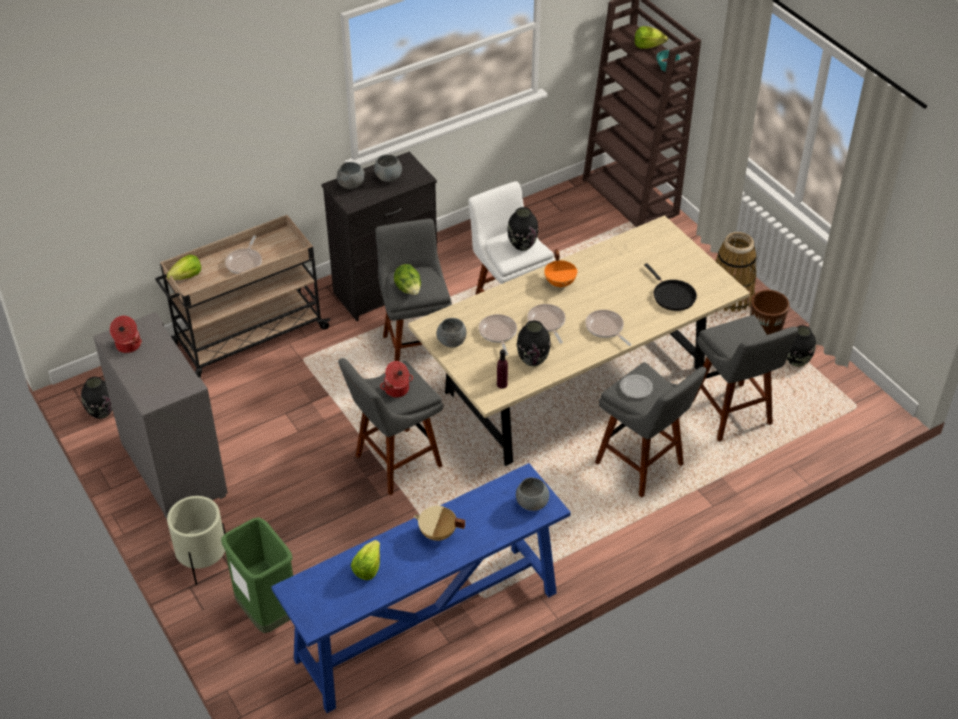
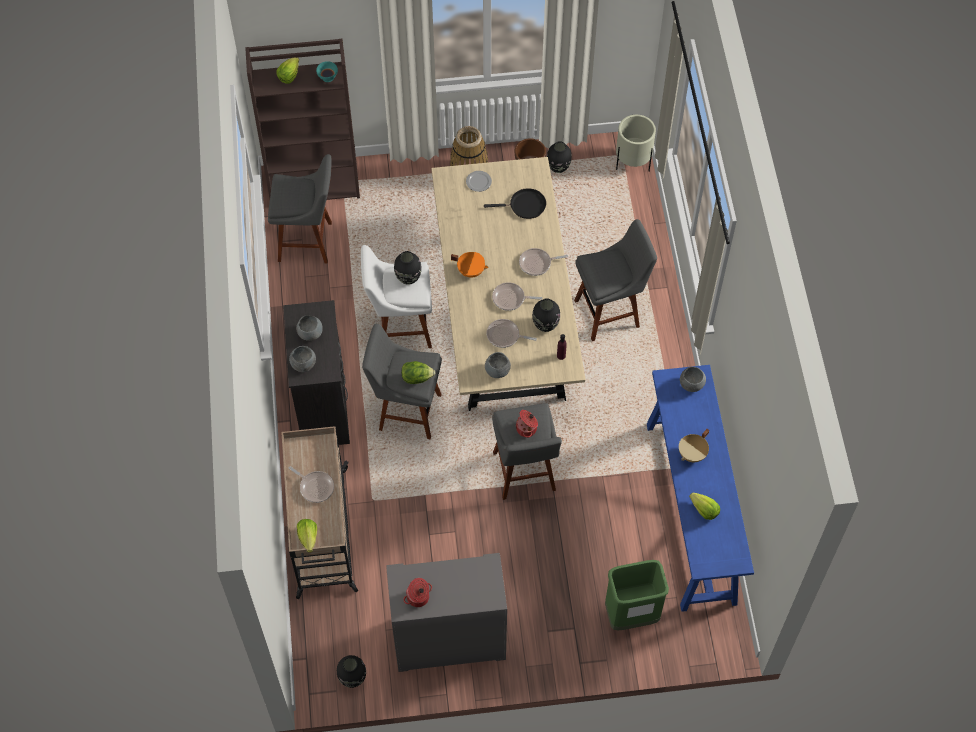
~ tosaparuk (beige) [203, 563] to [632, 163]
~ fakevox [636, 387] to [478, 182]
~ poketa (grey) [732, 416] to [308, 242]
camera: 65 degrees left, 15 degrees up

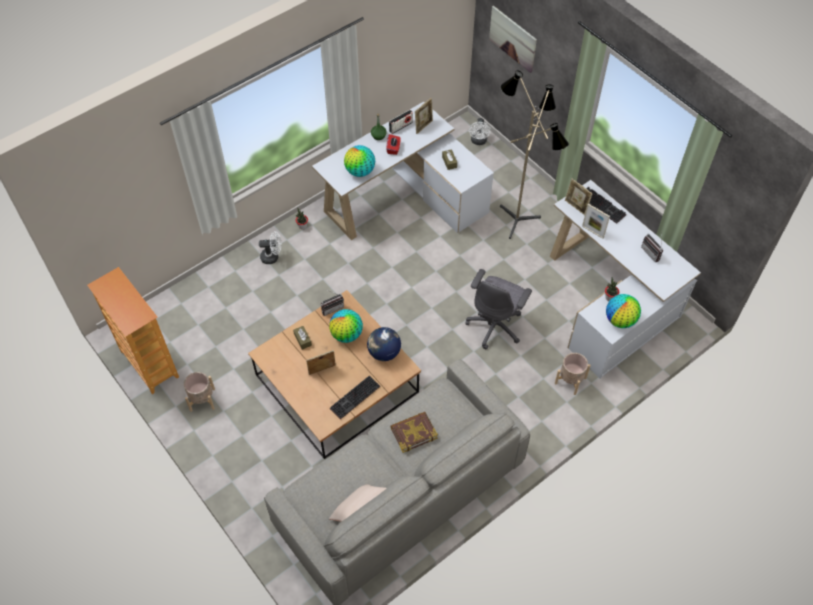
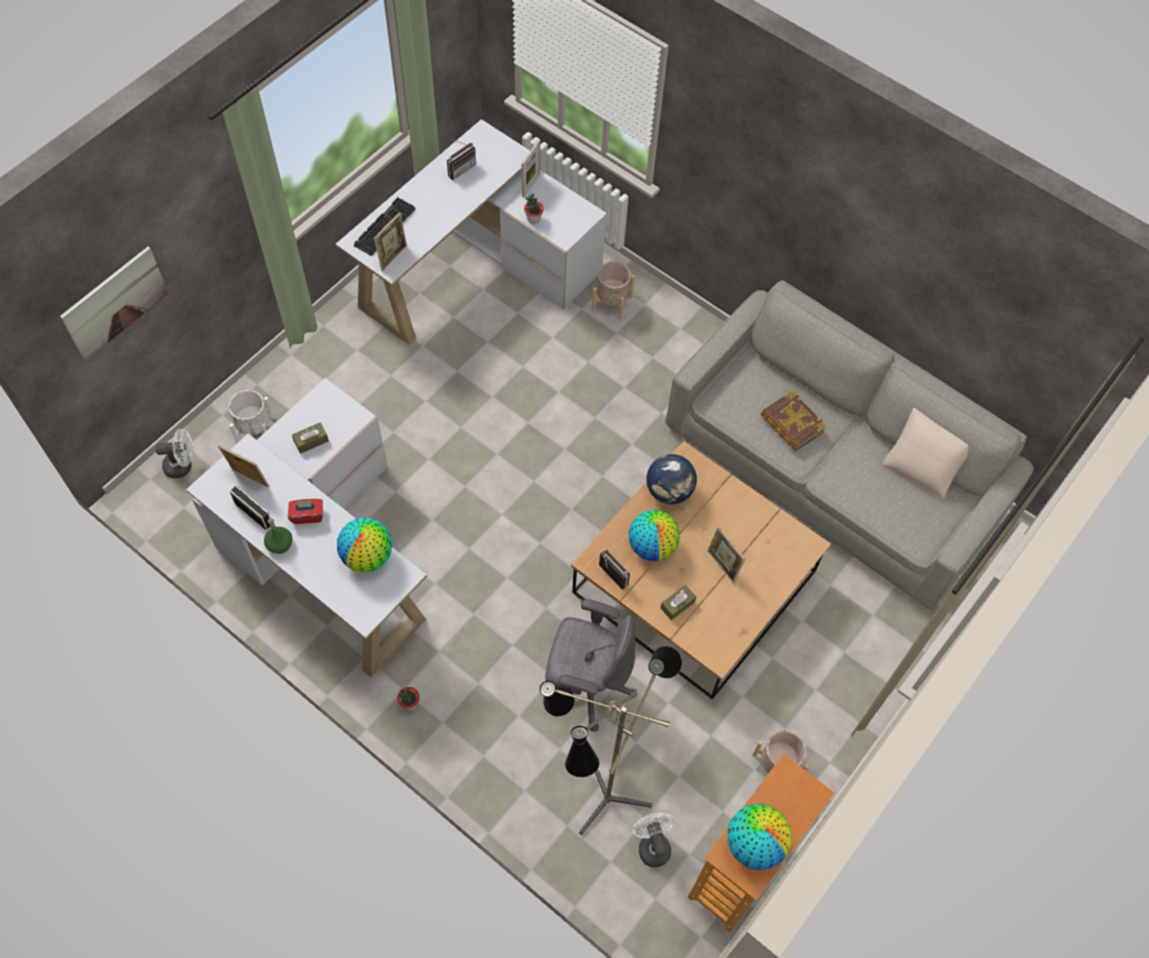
- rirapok [355, 399]
+ tosaparuk (white) [256, 430]
~ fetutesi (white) [272, 257] to [652, 845]
~ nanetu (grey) [495, 325] to [587, 684]
~ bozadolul [520, 217] to [599, 794]
~ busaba [592, 232] to [531, 185]
~ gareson [620, 320] to [754, 843]
camera: 105 degrees left, 5 degrees up

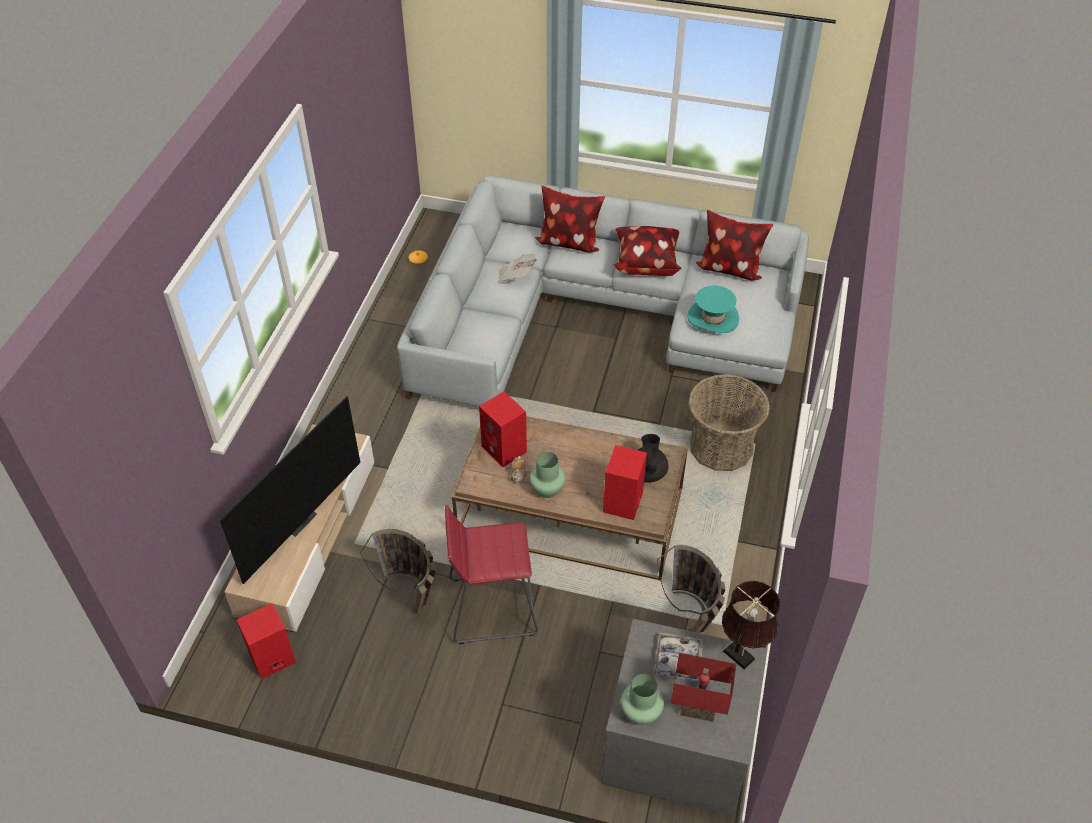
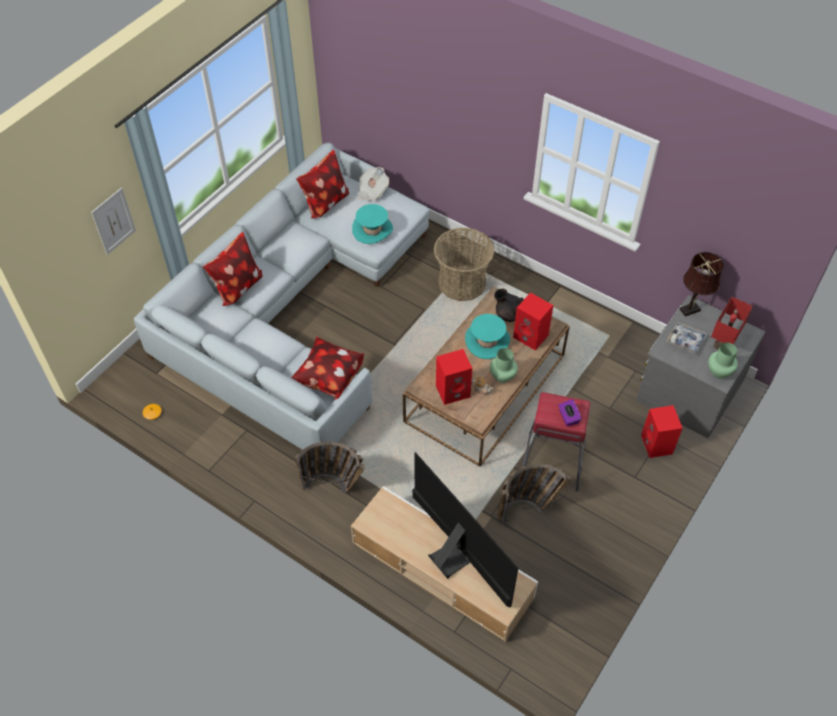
+ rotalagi [113, 221]
+ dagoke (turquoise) [487, 341]
+ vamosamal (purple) [568, 417]
~ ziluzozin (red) [272, 659] to [657, 445]
~ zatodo [516, 276] to [372, 191]
~ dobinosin [645, 263] to [328, 378]
~ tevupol [693, 622] to [335, 486]
camera: 70 degrees left, 5 degrees up

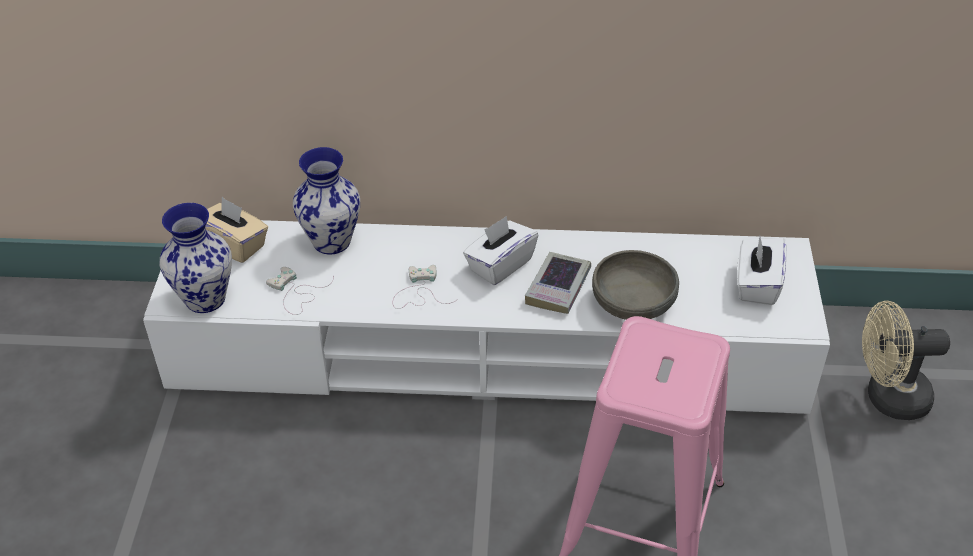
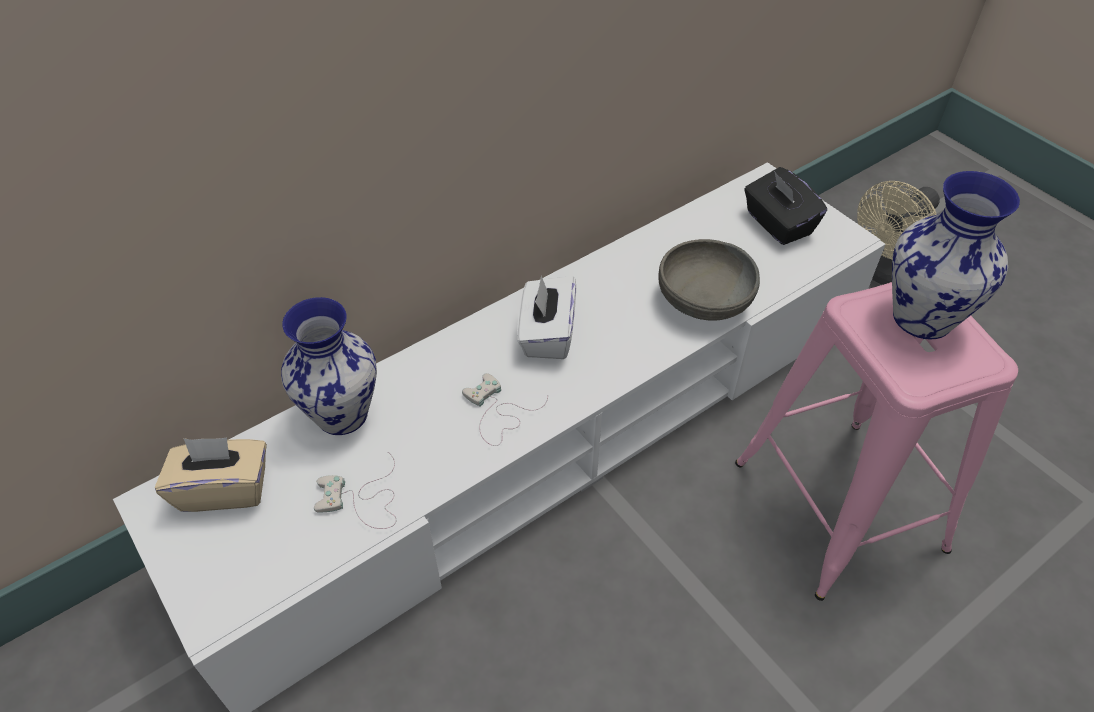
- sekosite [558, 287]
~ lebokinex [206, 299] to [923, 317]
~ vamosamal (white) [756, 285] to vamosamal (black) [777, 224]
camera: 40 degrees left, 5 degrees up

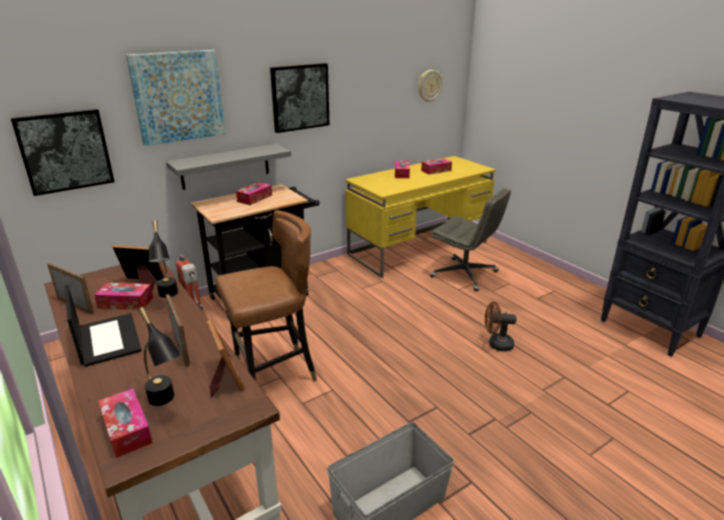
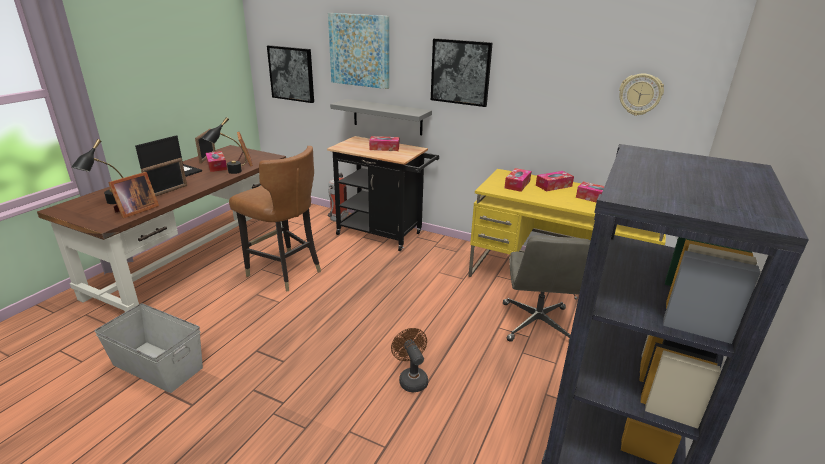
~ vamosamal [127, 429] to [517, 184]
camera: 60 degrees right, 0 degrees up

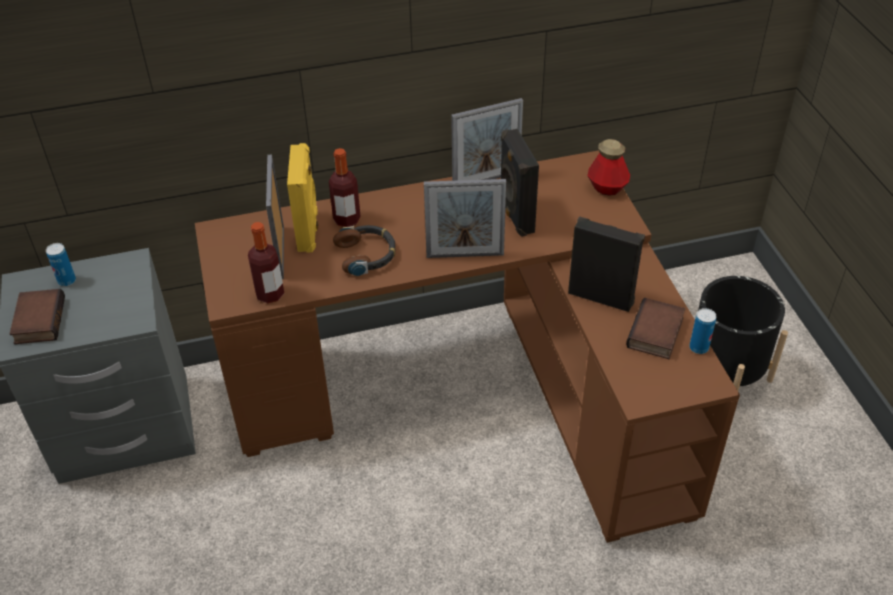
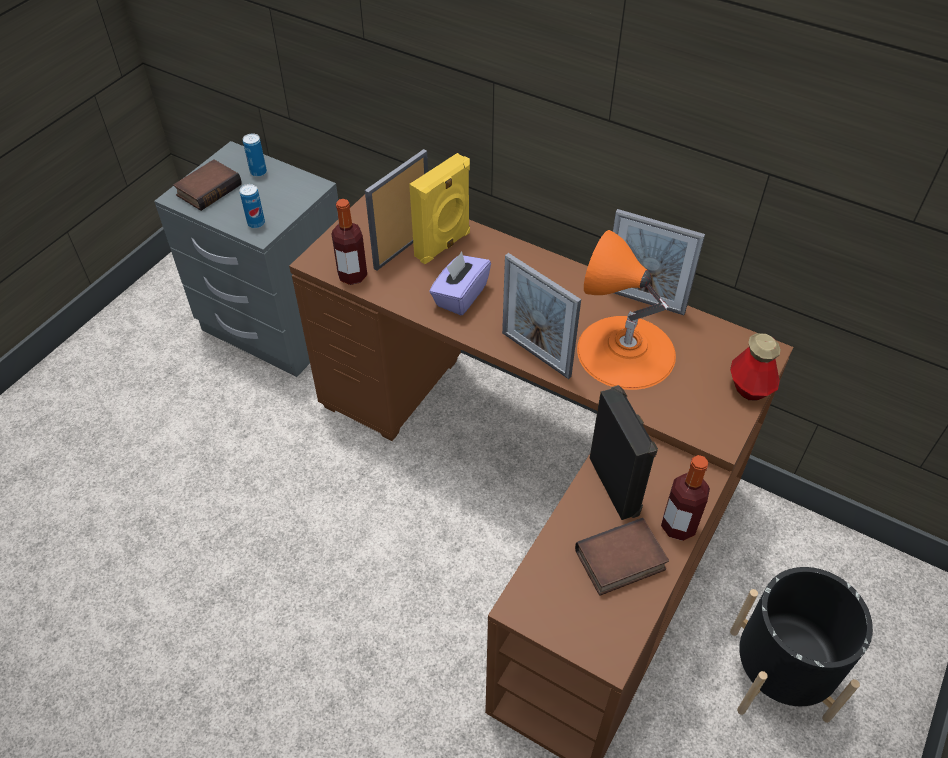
~ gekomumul [347, 219] to [678, 526]
~ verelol [698, 347] to [256, 223]
~ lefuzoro [367, 255] to vamosamal (purple) [460, 296]
~ ziluzozin (black) [515, 216] to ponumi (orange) [625, 352]
camera: 45 degrees right, 5 degrees up

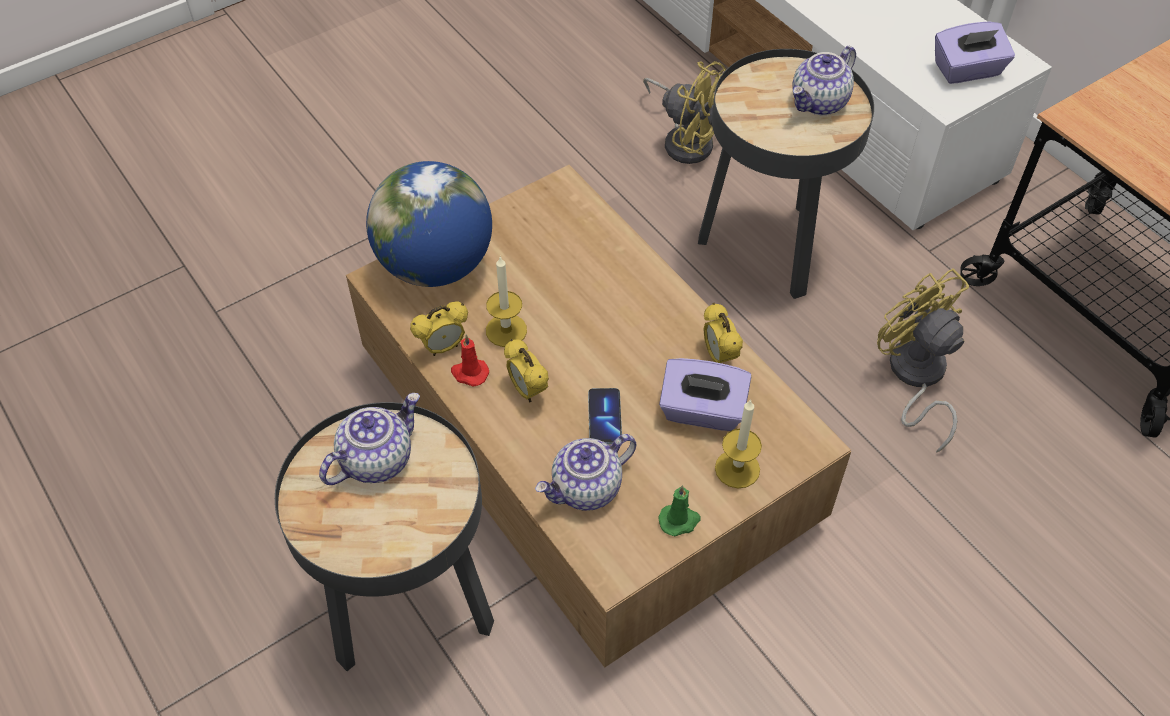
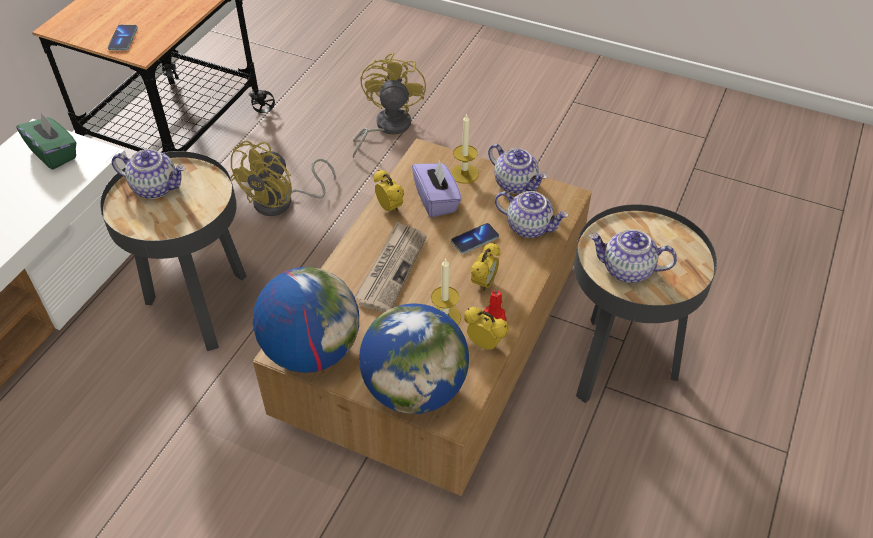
+ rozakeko [123, 39]
+ gareson [312, 350]
+ zatodo [391, 269]
~ fetutesi (yellow) [686, 139] to [386, 127]
~ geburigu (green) [679, 520] to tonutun [516, 183]
~ vamosamal (purple) [967, 70] to vamosamal (green) [54, 154]
~ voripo [719, 356] = [389, 208] 75 degrees counterclockwise
camera: 120 degrees left, 5 degrees down

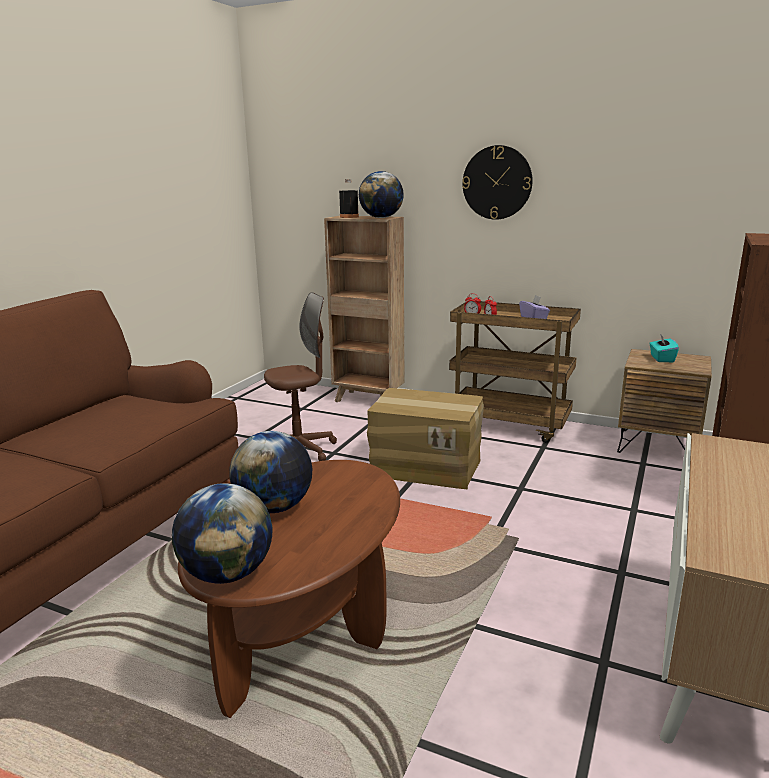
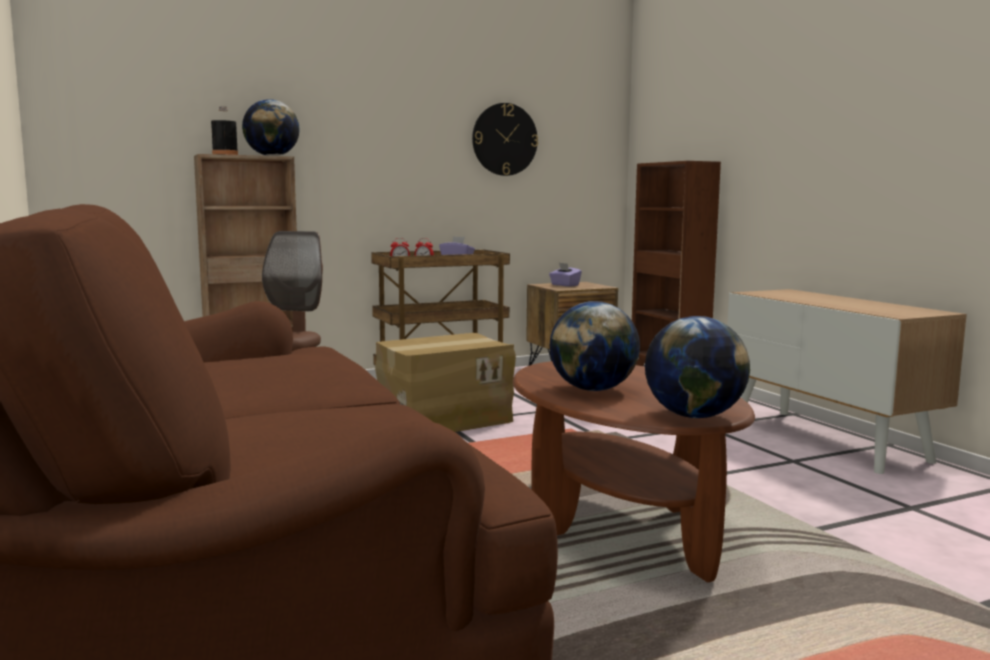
~ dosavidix [497, 182] to [504, 139]
~ vamosamal (turquoise) [661, 359] to vamosamal (purple) [564, 285]
camera: 50 degrees left, 10 degrees down

